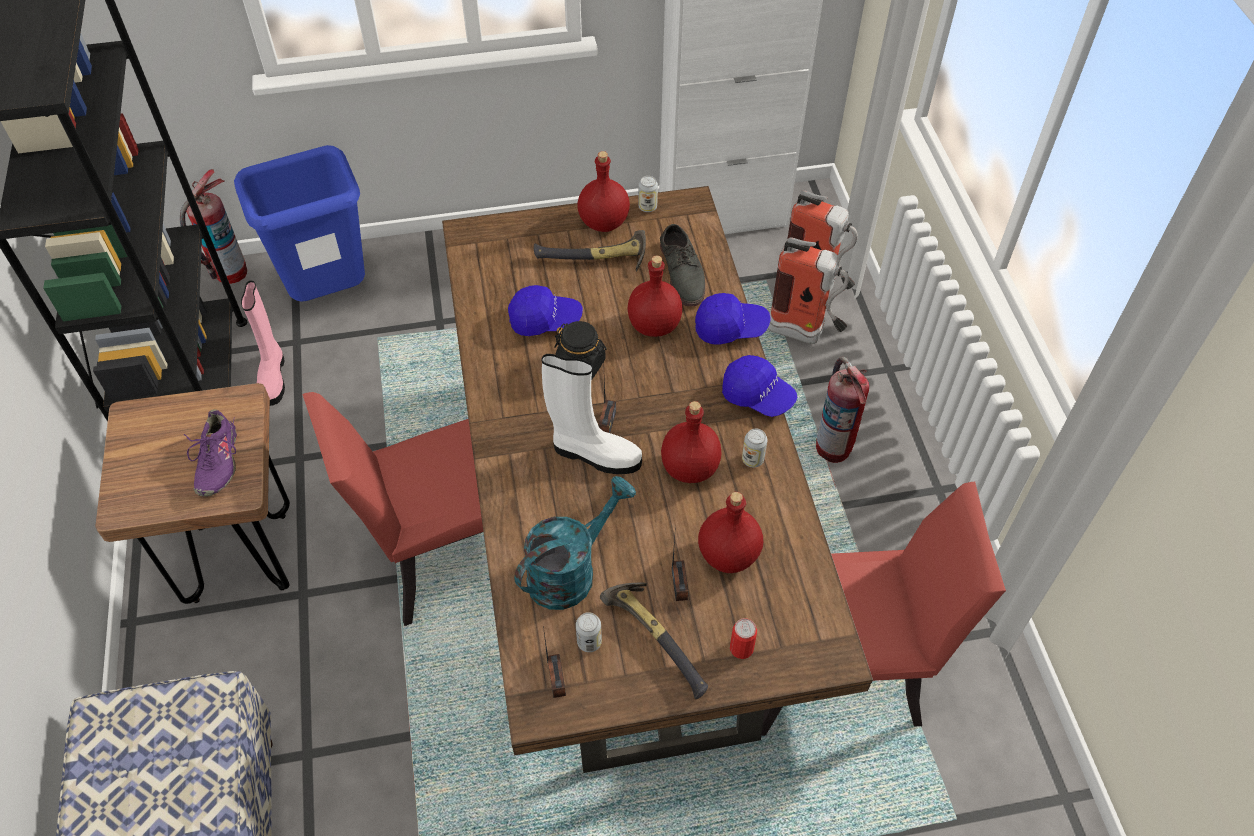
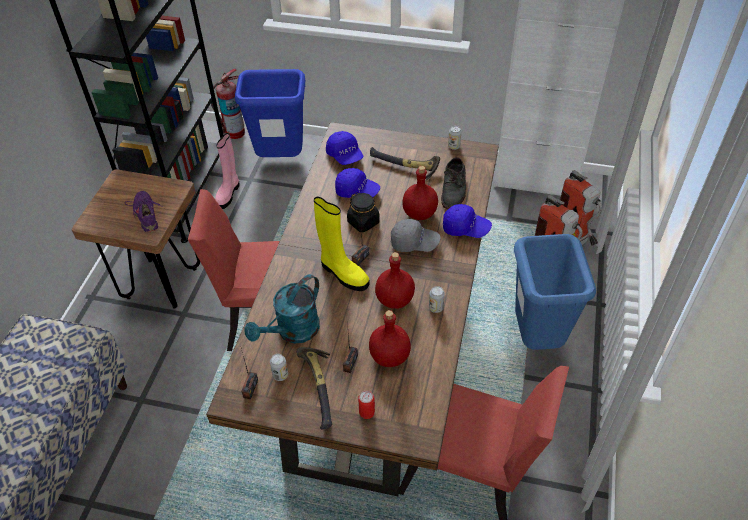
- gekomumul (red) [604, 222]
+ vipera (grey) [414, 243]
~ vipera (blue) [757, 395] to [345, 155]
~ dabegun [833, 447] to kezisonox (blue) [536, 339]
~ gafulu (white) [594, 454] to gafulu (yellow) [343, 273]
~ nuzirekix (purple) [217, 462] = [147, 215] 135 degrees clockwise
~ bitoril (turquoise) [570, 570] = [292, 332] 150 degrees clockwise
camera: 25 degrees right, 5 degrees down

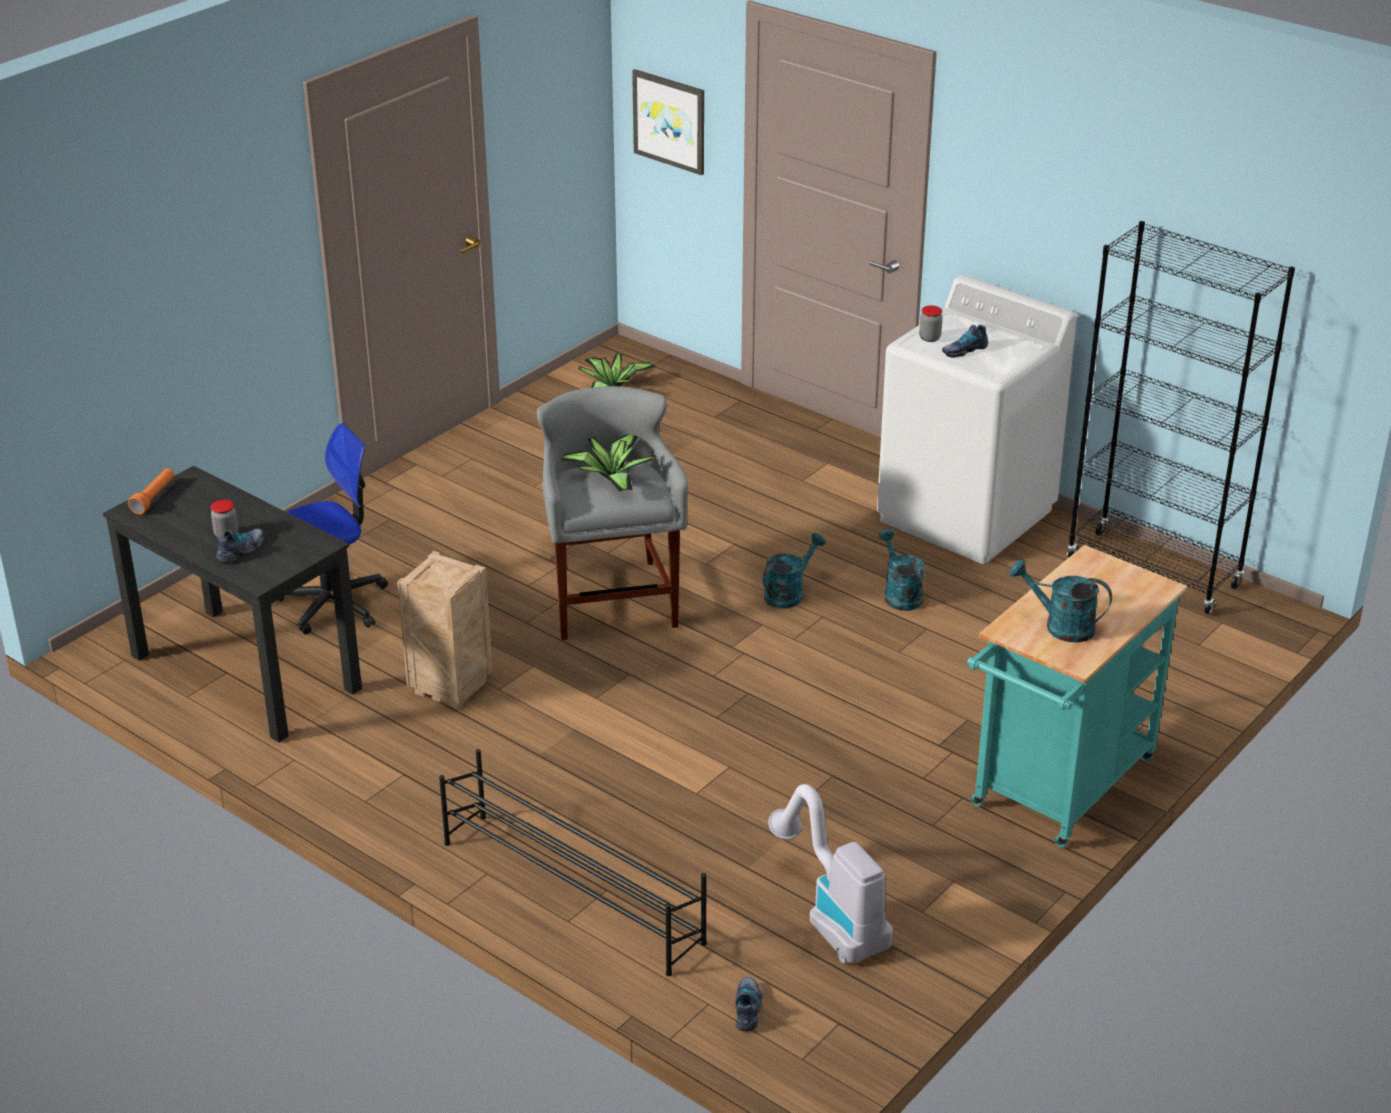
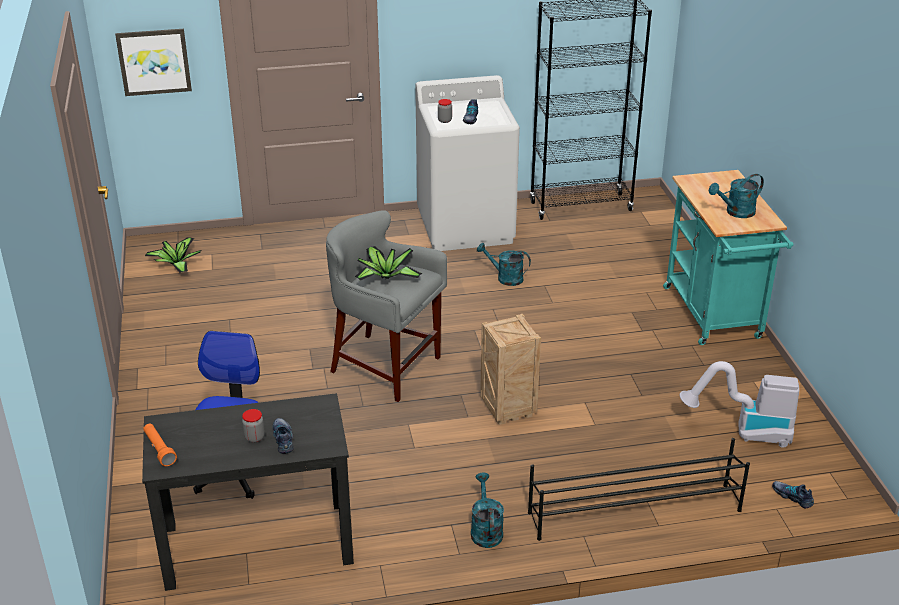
~ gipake [448, 687] to [507, 410]
~ bitoril (turquoise) [788, 593] to [485, 530]
camera: 50 degrees left, 0 degrees up

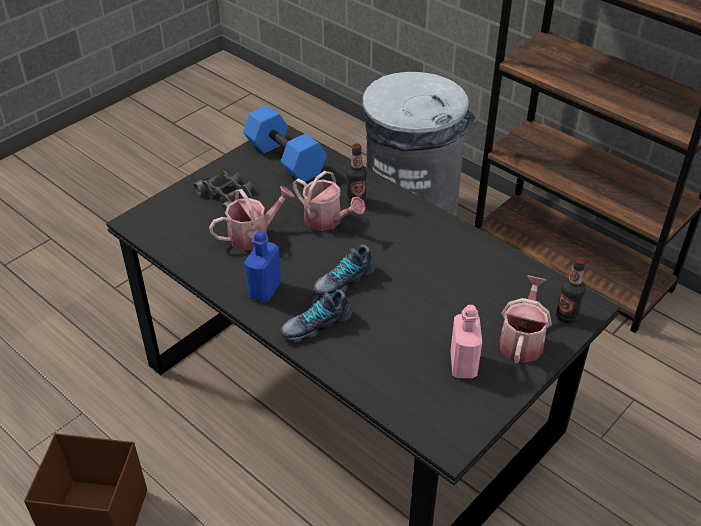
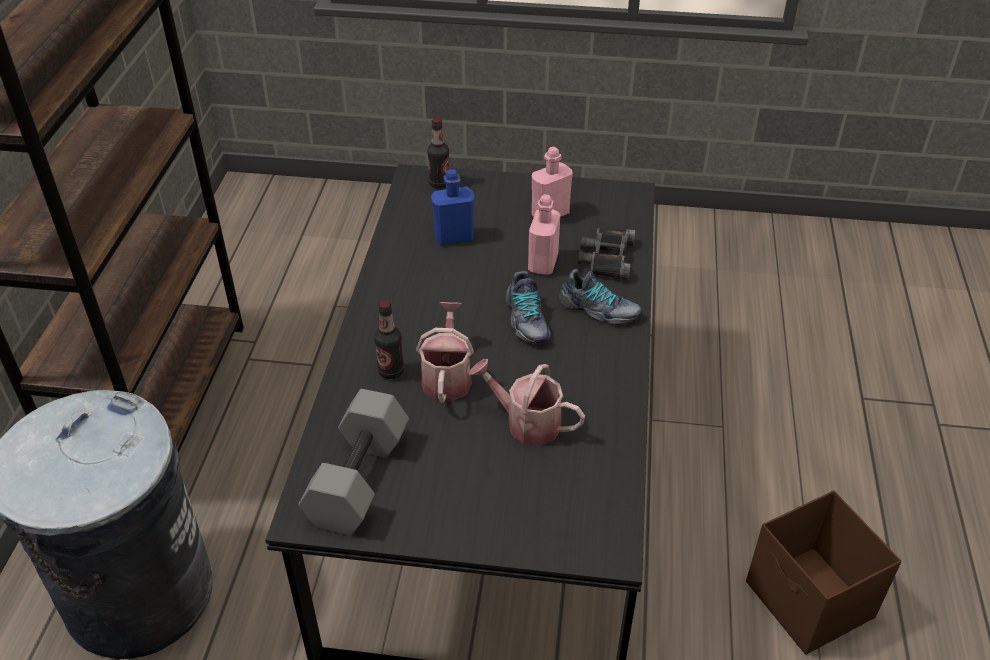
- bitoril [522, 340]
+ gekomumul (pink) [543, 263]
~ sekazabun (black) [228, 195] to [606, 258]
~ gekomumul (blue) [264, 290] to [454, 237]
~ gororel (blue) [283, 159] to gororel (grey) [360, 481]
~ nuzirekix [343, 281] = [526, 320] 60 degrees clockwise
camera: 125 degrees left, 0 degrees up

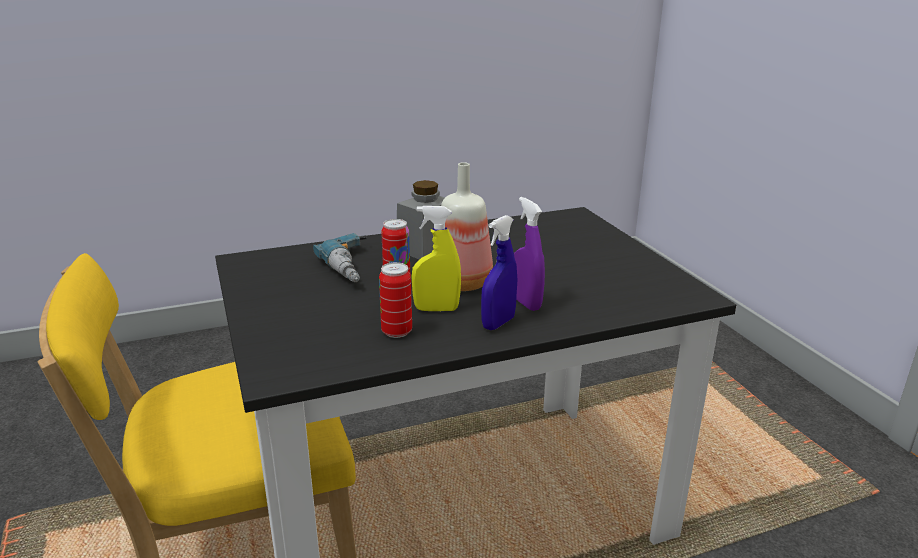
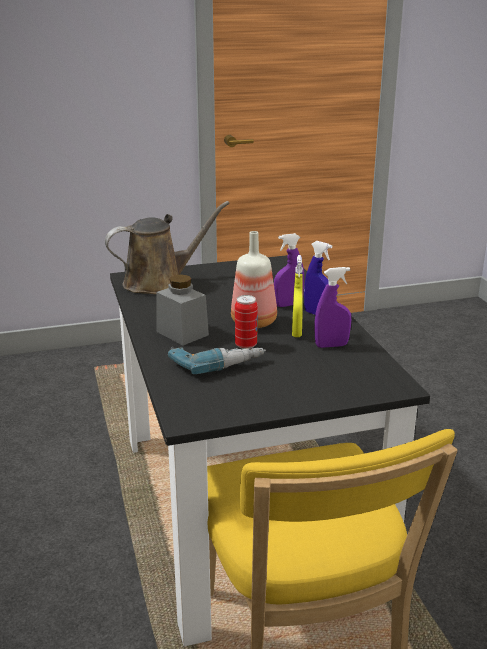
+ bitoril (brown) [159, 282]
~ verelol [396, 332] to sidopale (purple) [331, 345]
camera: 85 degrees left, 0 degrees up

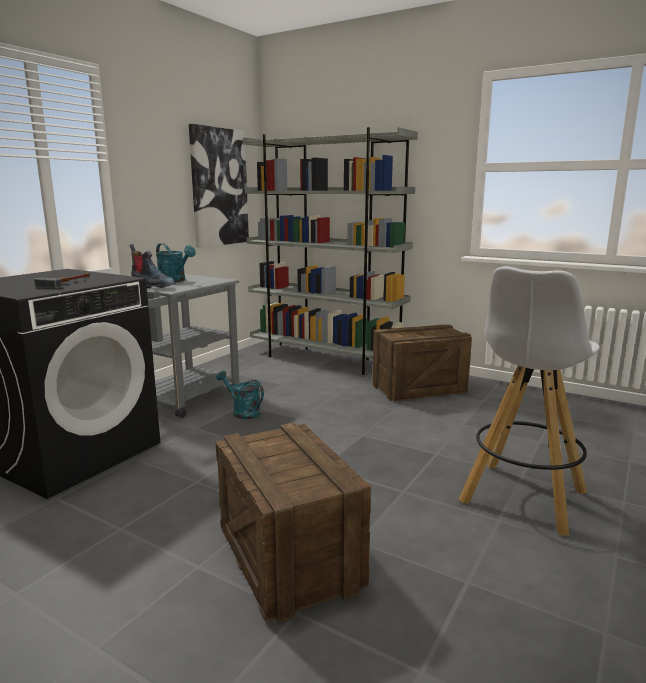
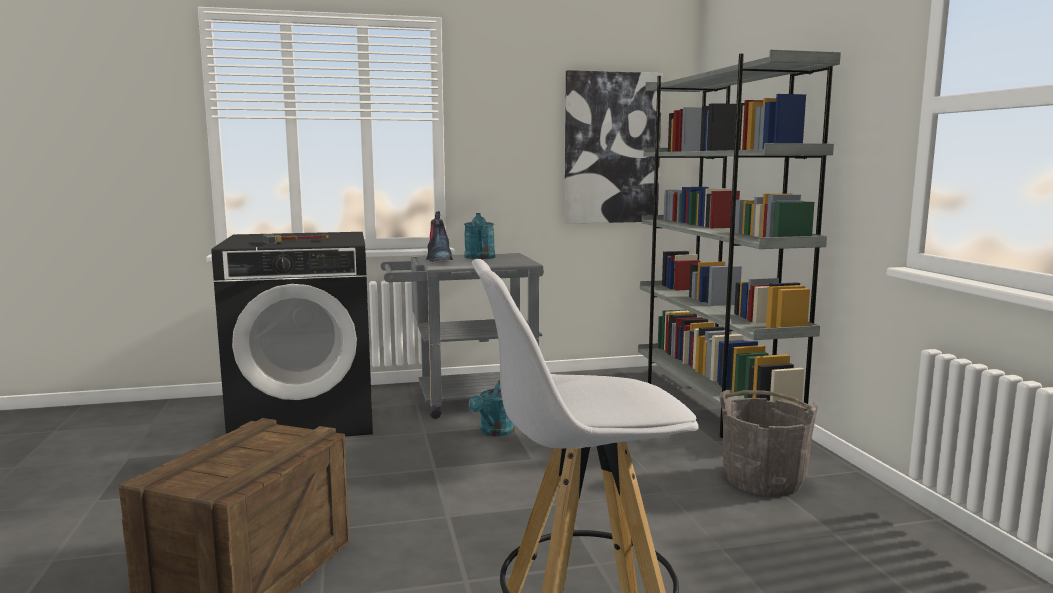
~ gipake [419, 388] to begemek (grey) [763, 480]
~ bitoril (turquoise) [242, 412] = [494, 432] 150 degrees counterclockwise
camera: 45 degrees right, 5 degrees down

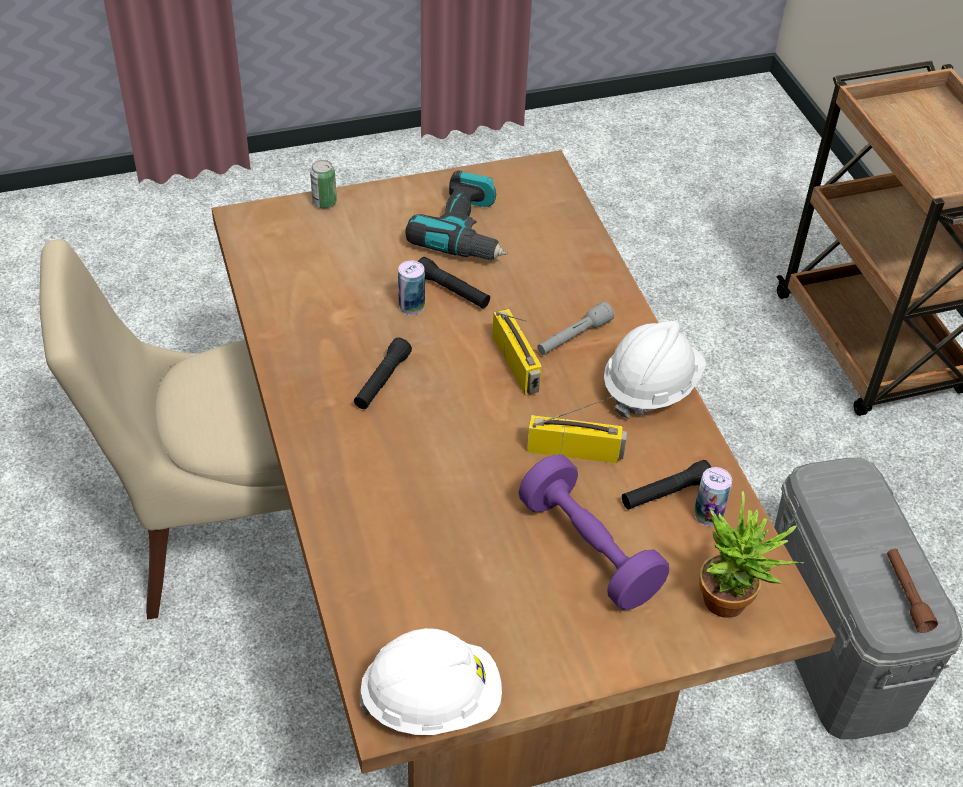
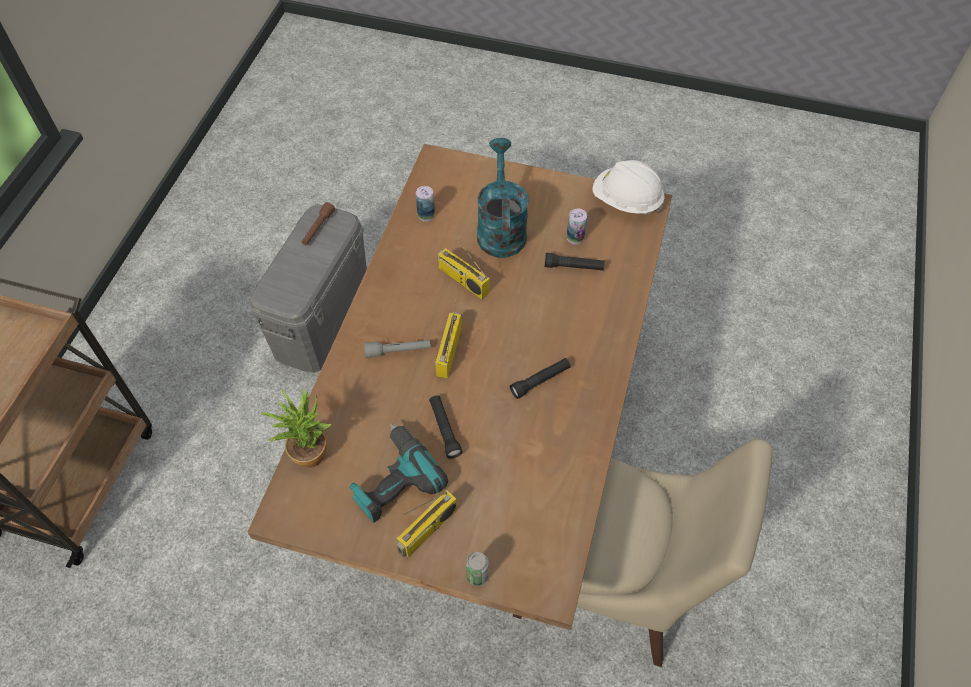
- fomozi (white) [650, 387]
+ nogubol [428, 530]
~ verelol [411, 306] to [575, 238]
~ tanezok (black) [665, 493] to [573, 267]
~ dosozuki [733, 605] to [307, 450]
~ gororel (purple) [589, 549] to bitoril (turquoise) [500, 228]
camera: 145 degrees left, 10 degrees up

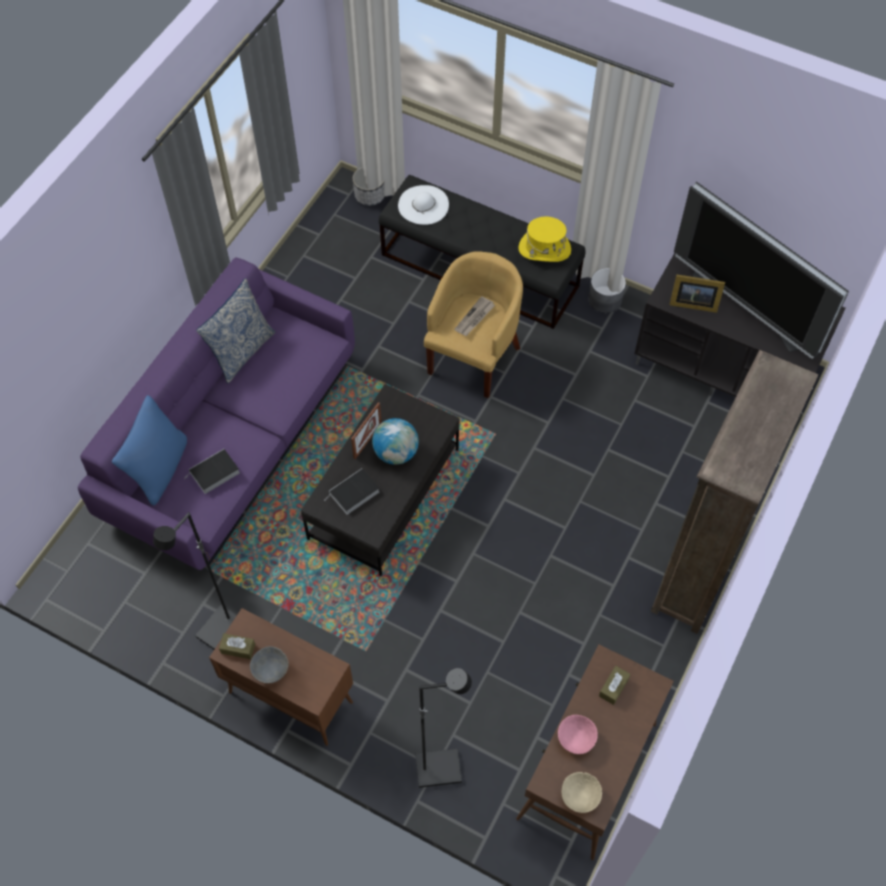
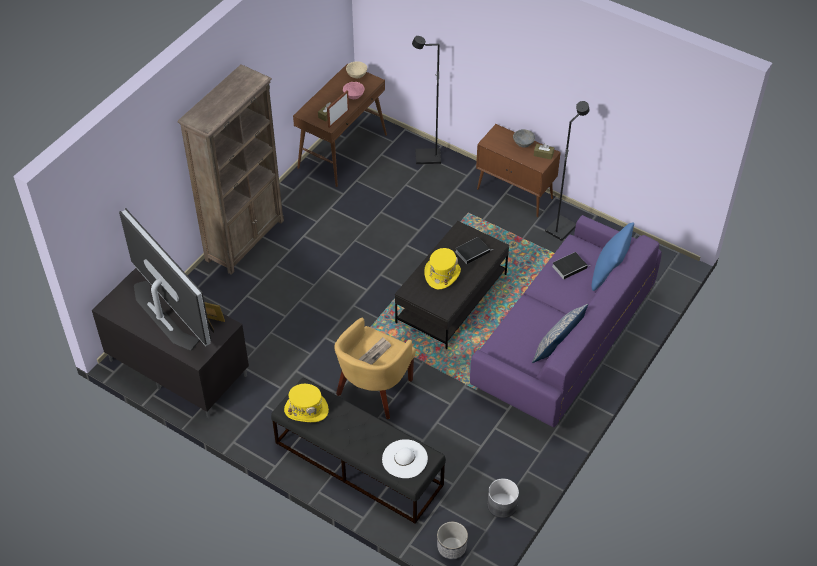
~ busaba [367, 441] to [338, 118]
~ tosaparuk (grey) [605, 299] to [501, 505]
~ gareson [396, 452] to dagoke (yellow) [442, 274]
camera: 175 degrees left, 10 degrees down

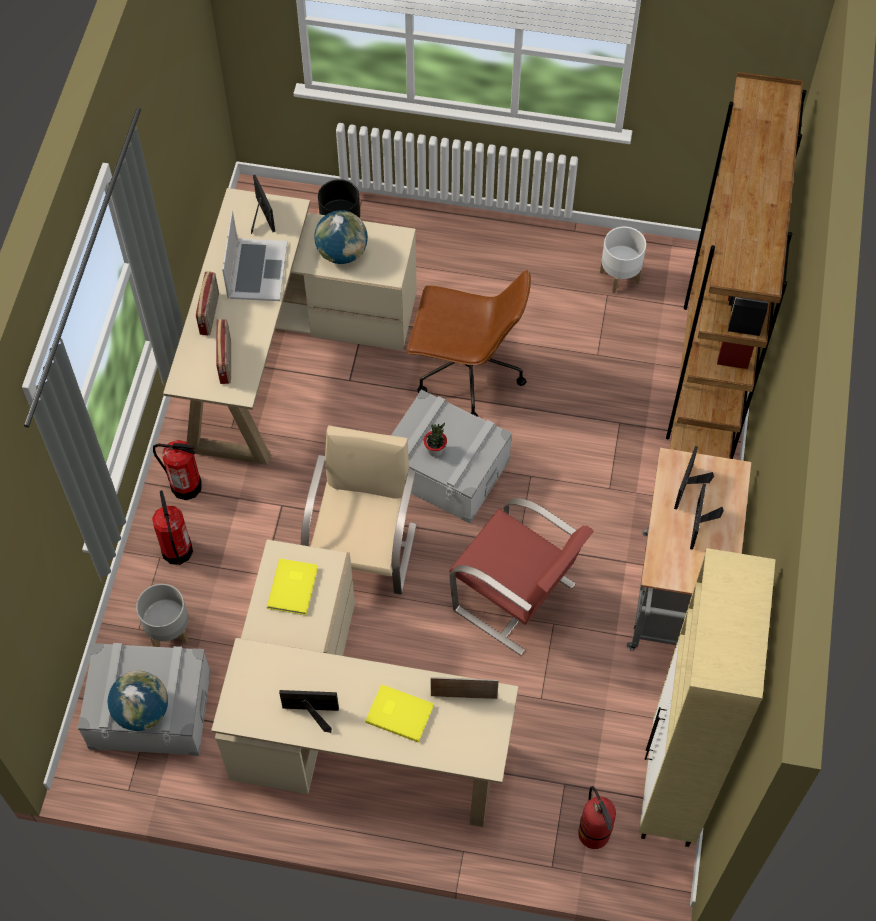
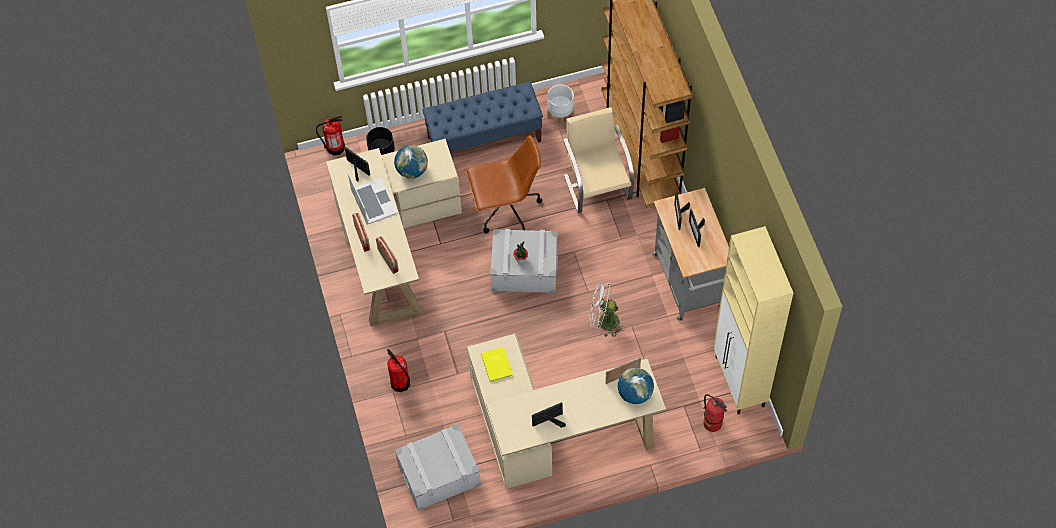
- tosaparuk (grey) [169, 631]
- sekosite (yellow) [399, 712]
+ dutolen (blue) [484, 139]
~ gareson [142, 711] to [635, 393]
~ dabegun [186, 486] to [335, 147]
~ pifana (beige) [363, 549] to [597, 186]
~ pifana (red) [516, 599] to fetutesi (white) [604, 322]
camera: 25 degrees left, 0 degrees up

